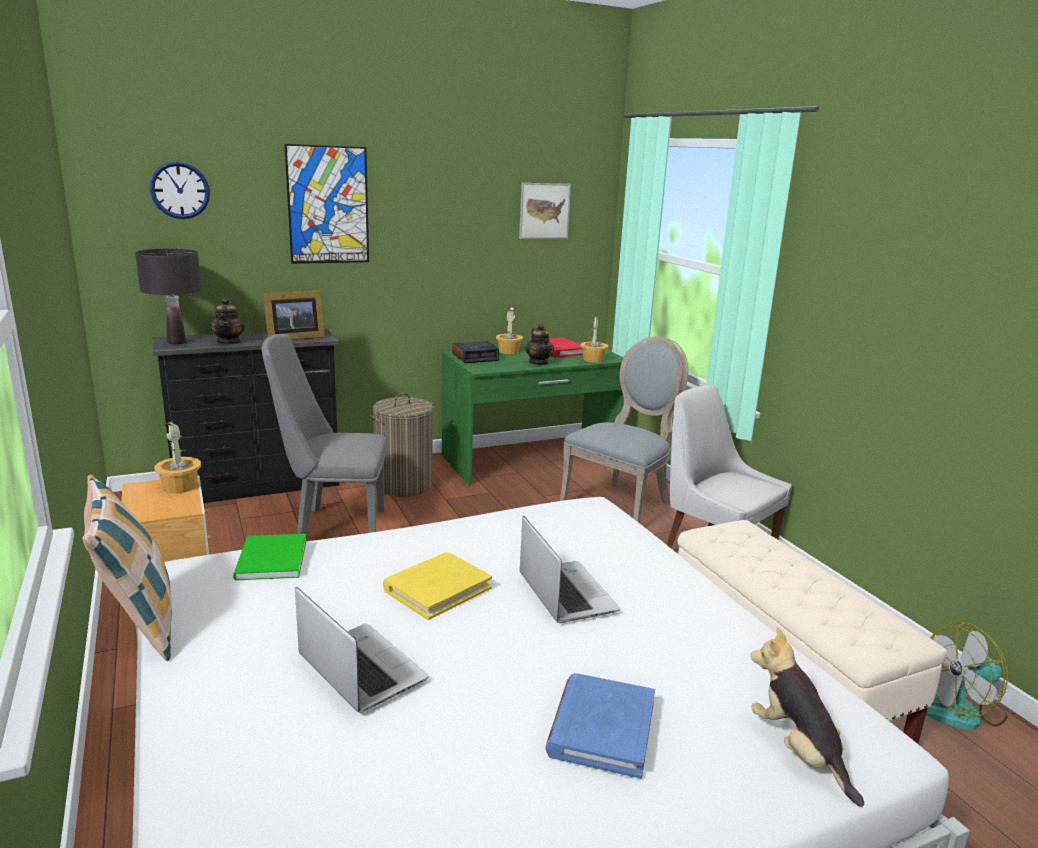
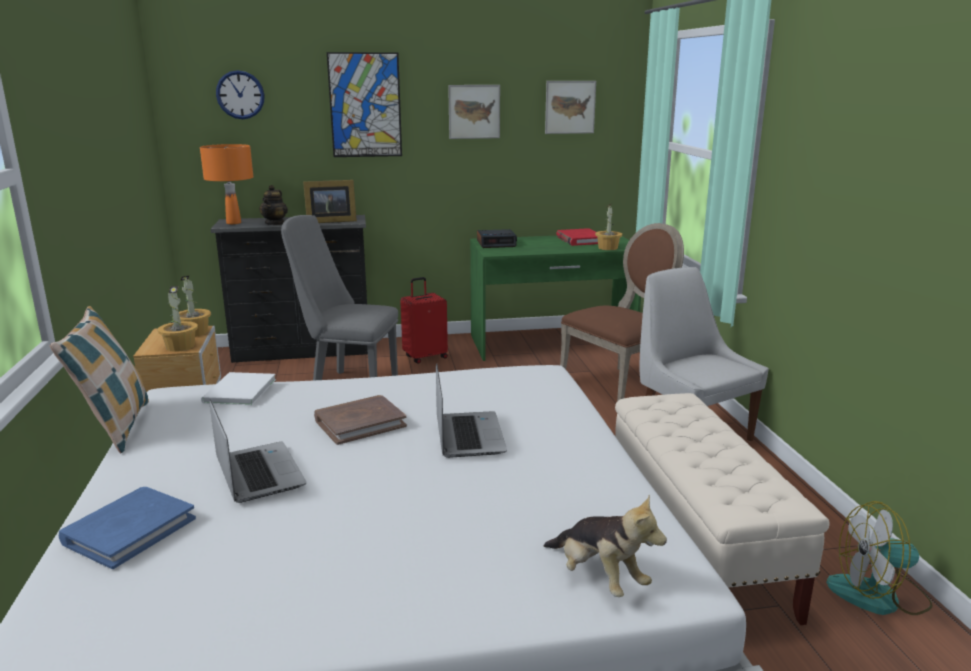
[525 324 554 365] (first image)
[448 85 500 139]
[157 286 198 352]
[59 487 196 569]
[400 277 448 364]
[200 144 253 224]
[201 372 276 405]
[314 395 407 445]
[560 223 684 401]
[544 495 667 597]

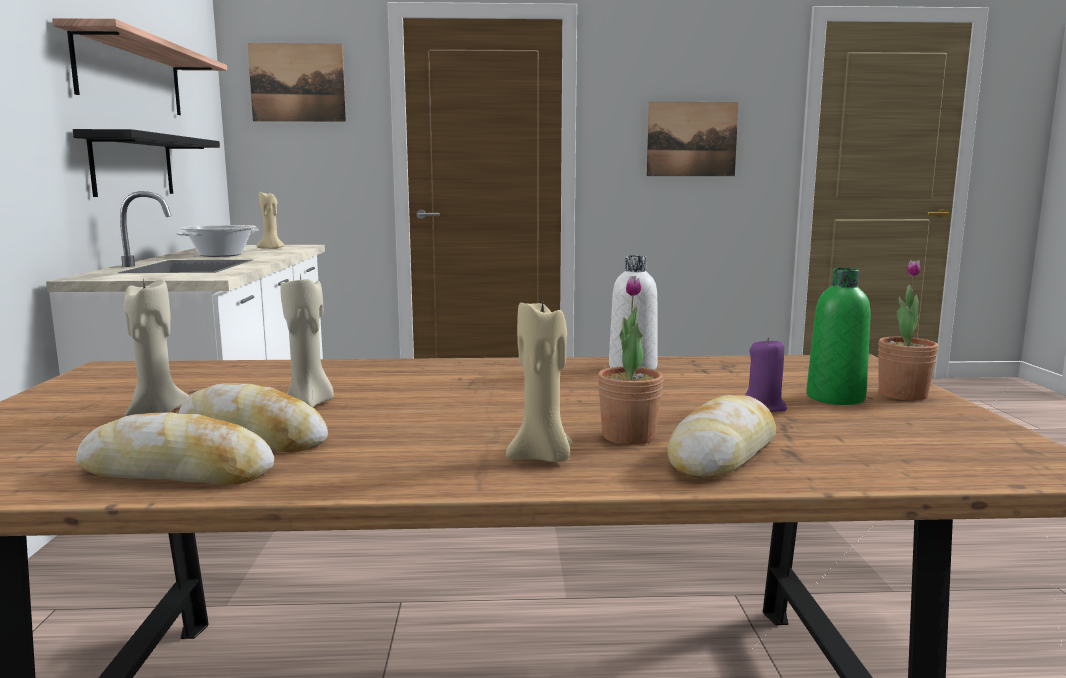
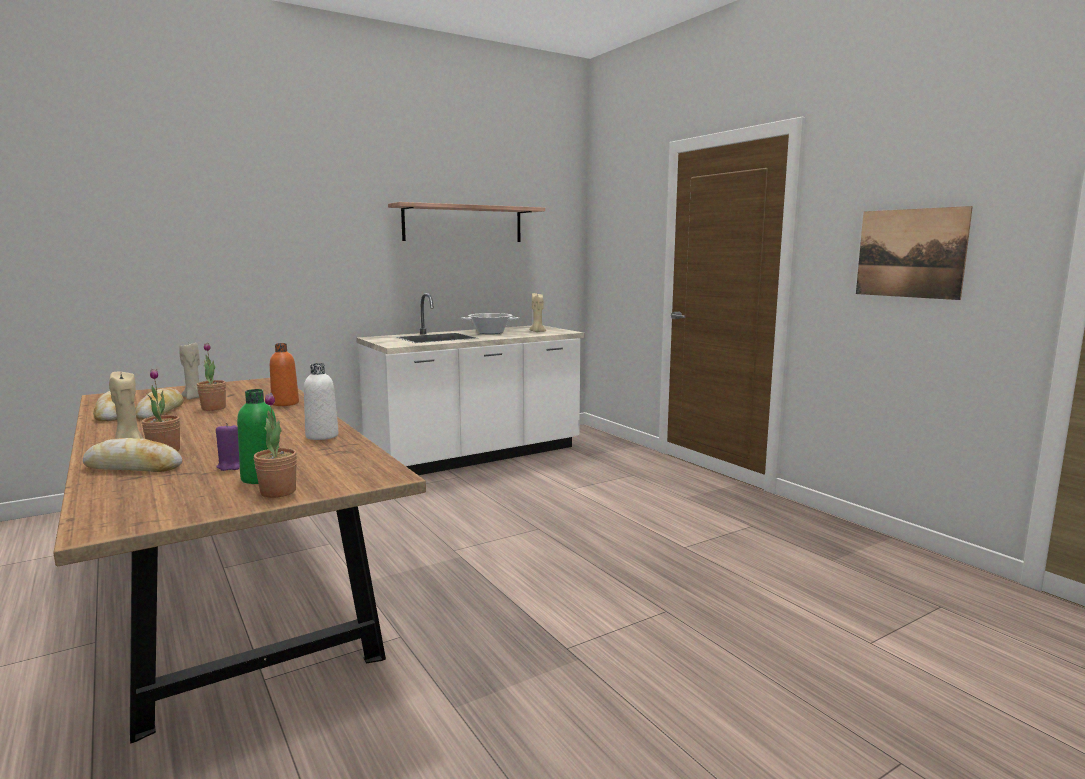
[73 129 220 197] (first image)
[247 43 346 122] (first image)
[270 343 299 406]
[197 343 226 411]

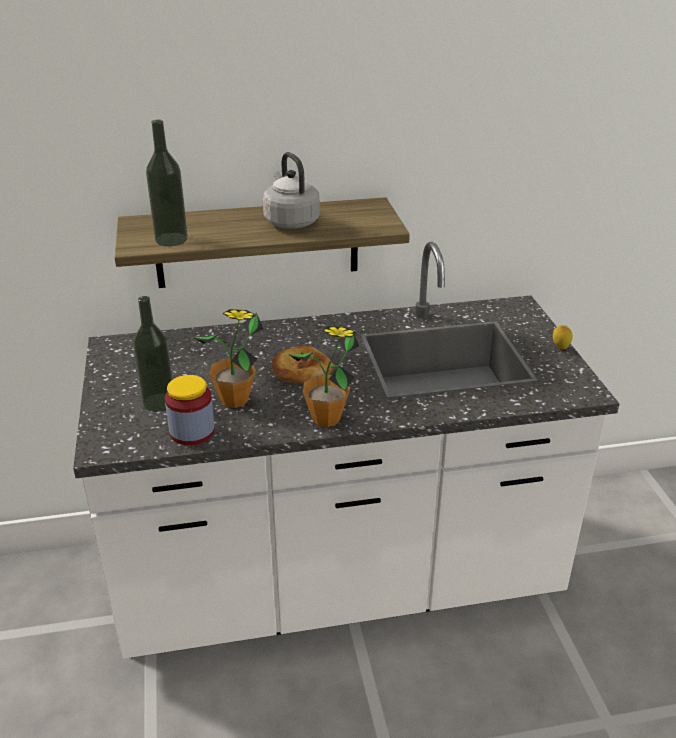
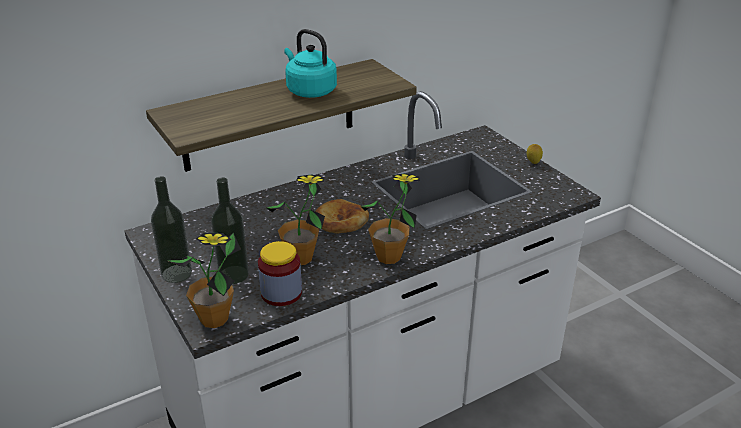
[167 232 241 328]
[151 176 192 283]
[284 29 337 98]

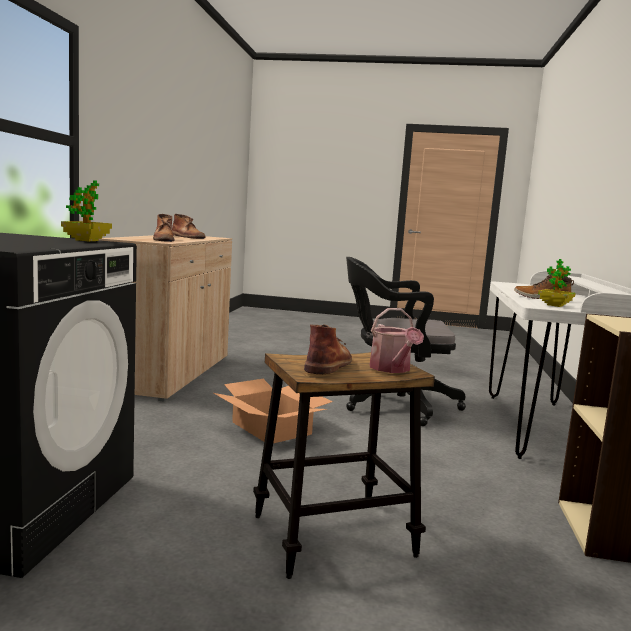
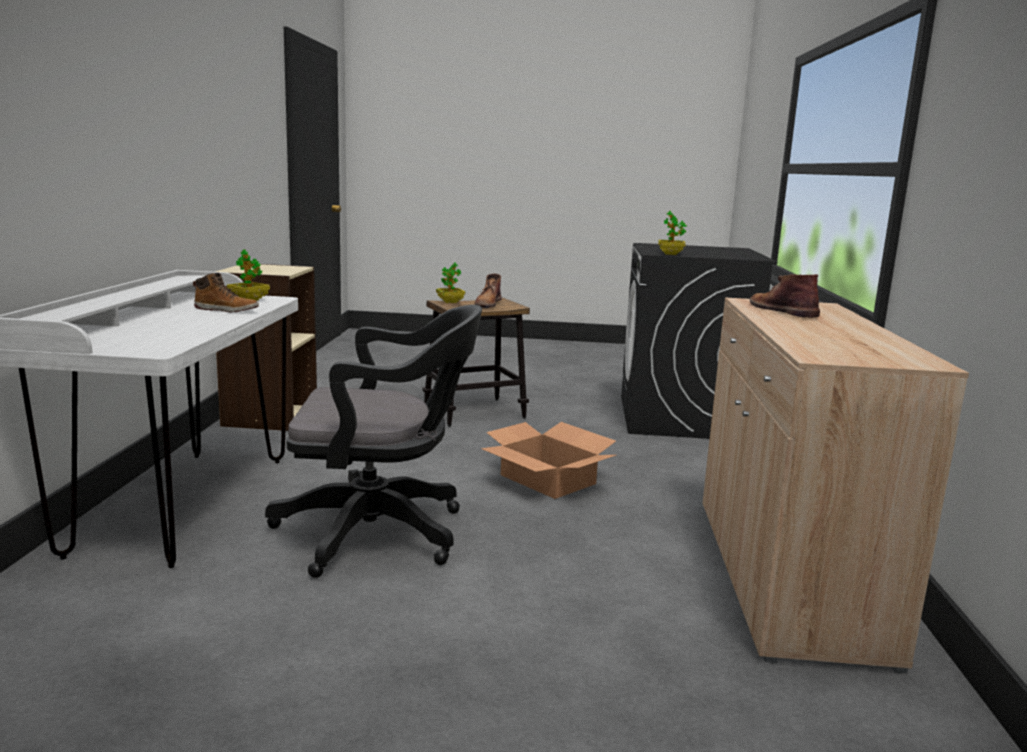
[172 214 206 239] (first image)
[436 263 465 303]

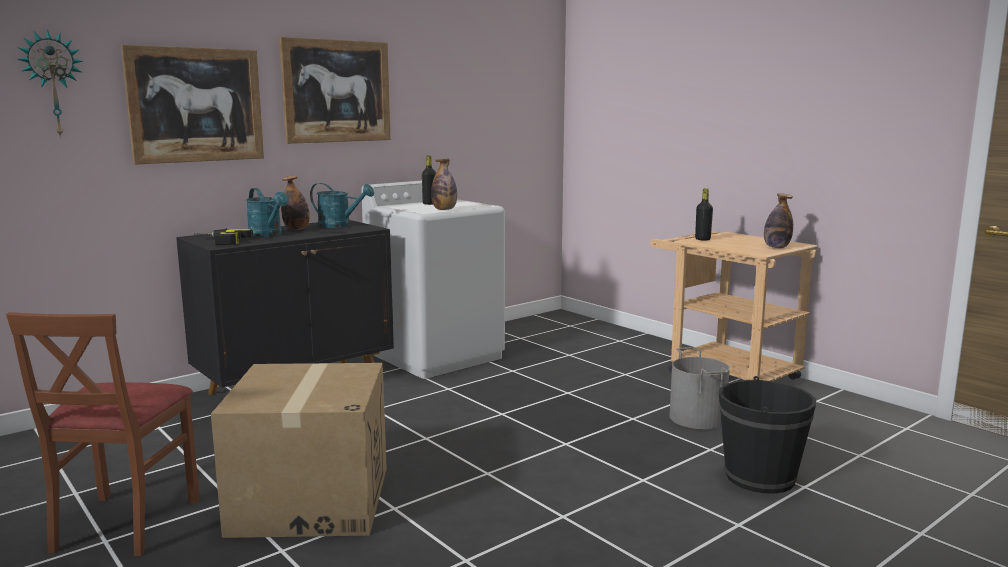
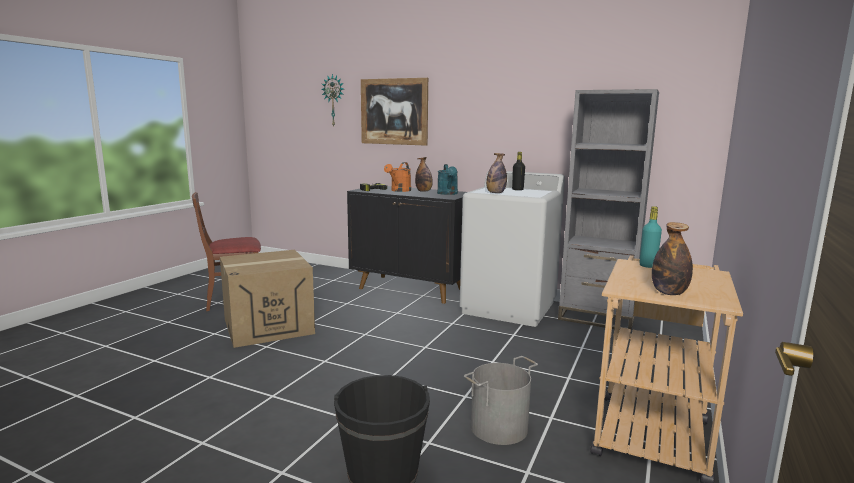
[279 37 391 144] (first image)
[558 89 659 330]
[384 162 411 192]
[639 206 662 268]

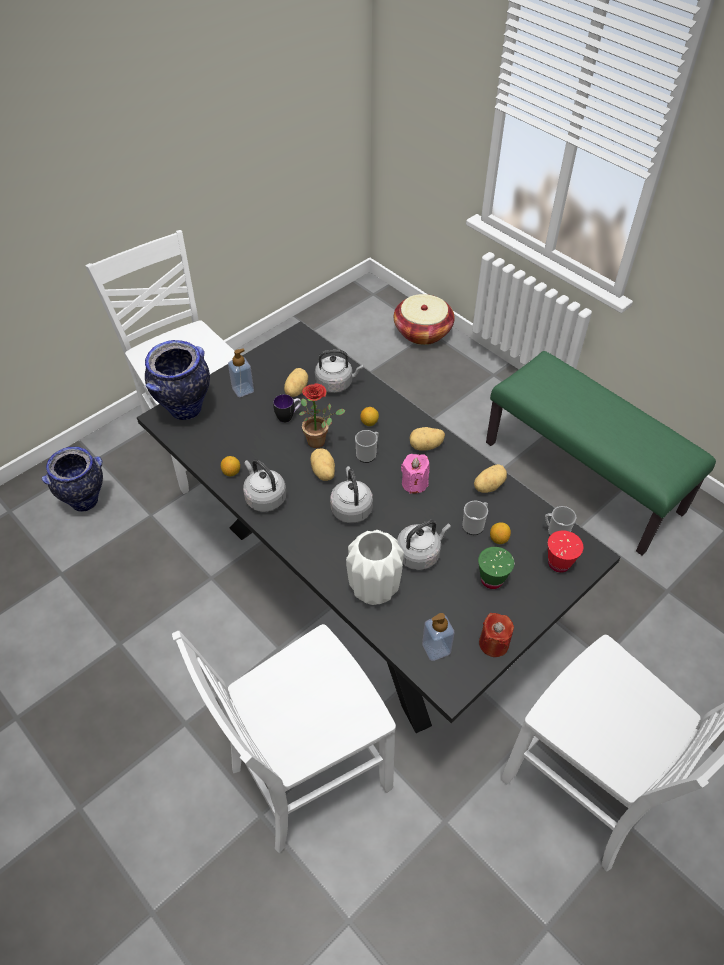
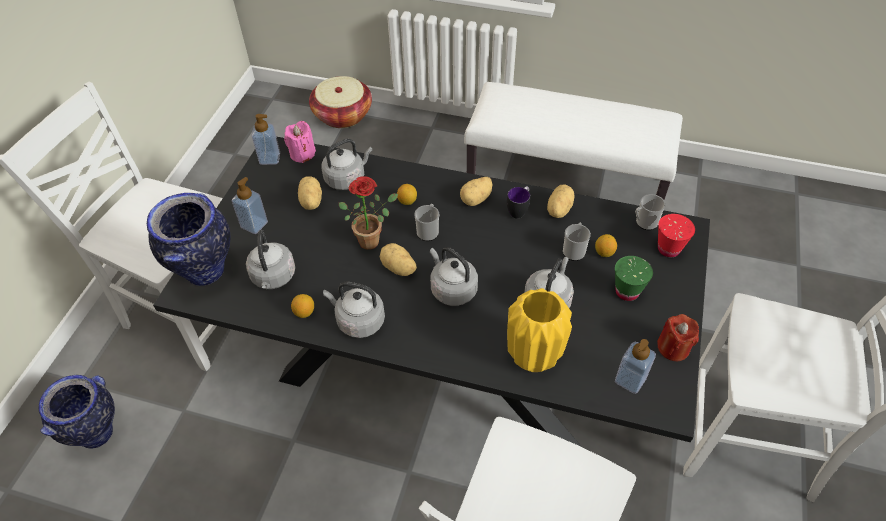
[246 230 295 289]
[252 114 280 165]
[507 186 530 219]
[284 121 316 163]
[507 288 572 372]
[464 82 683 200]

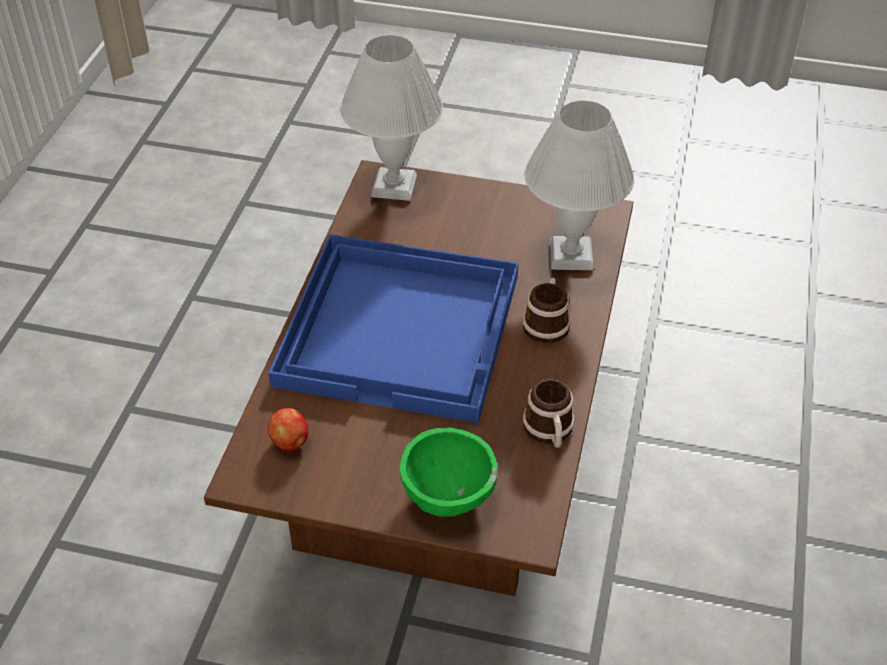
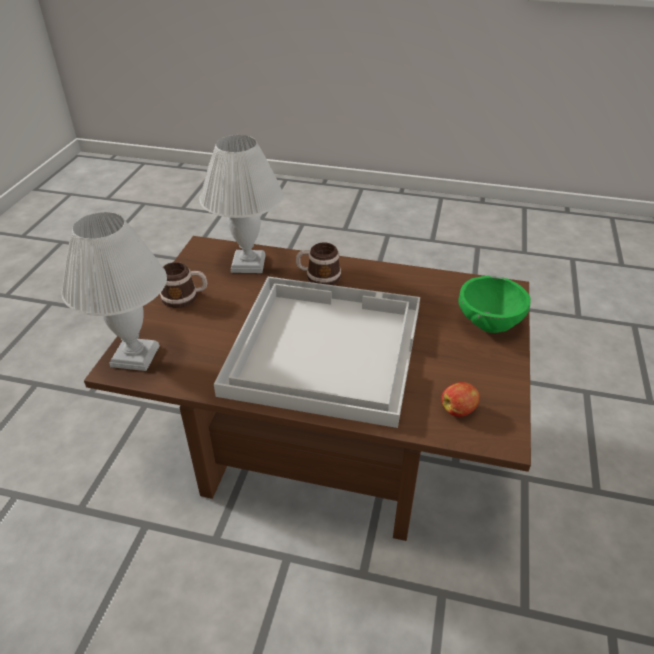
[160 262 207 308]
[214 277 420 428]

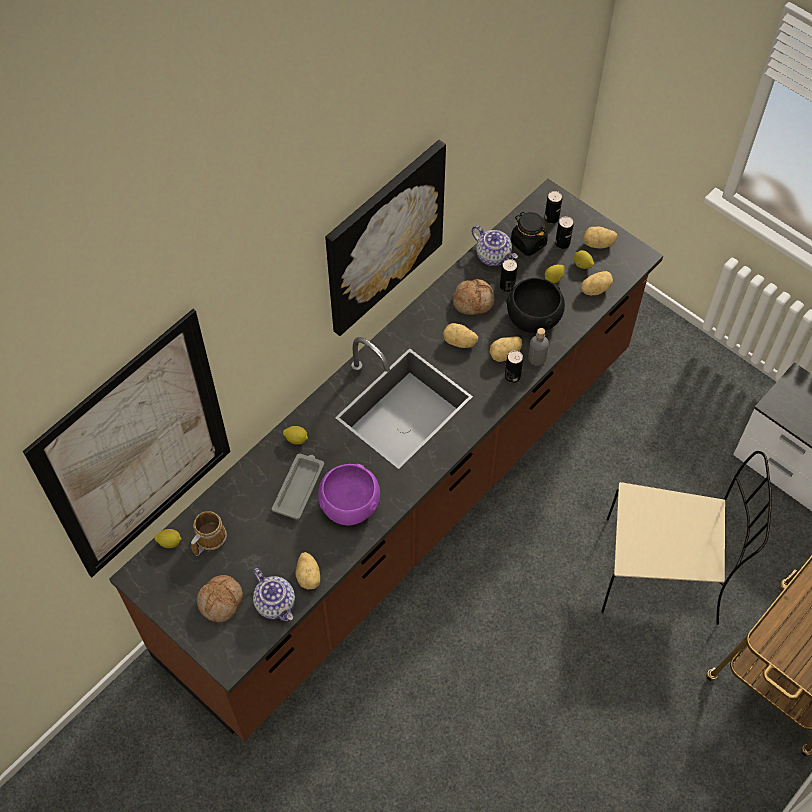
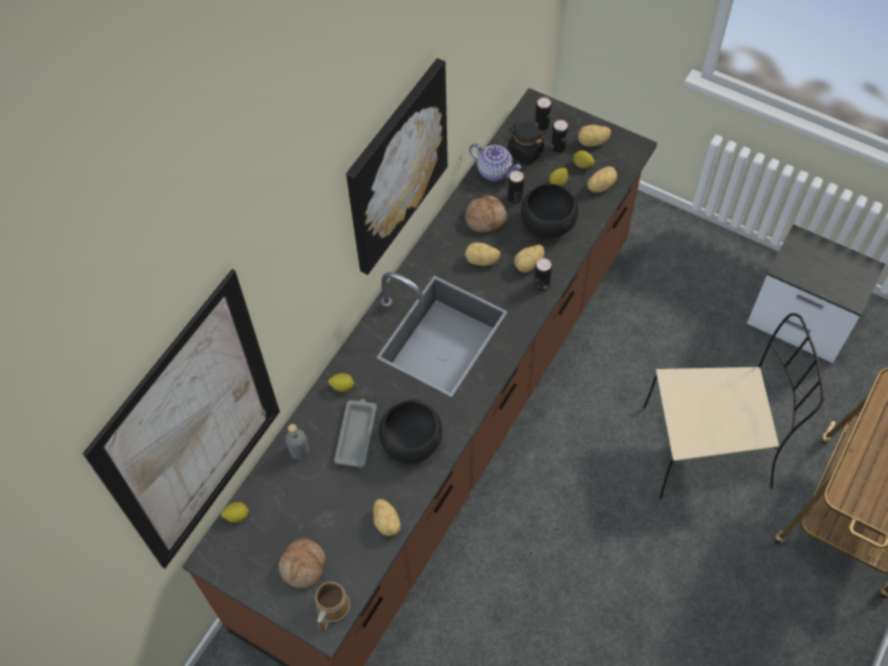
[253 568 295 621] (first image)
[315 582 350 631]
[285 424 310 460]
[379 399 442 464]

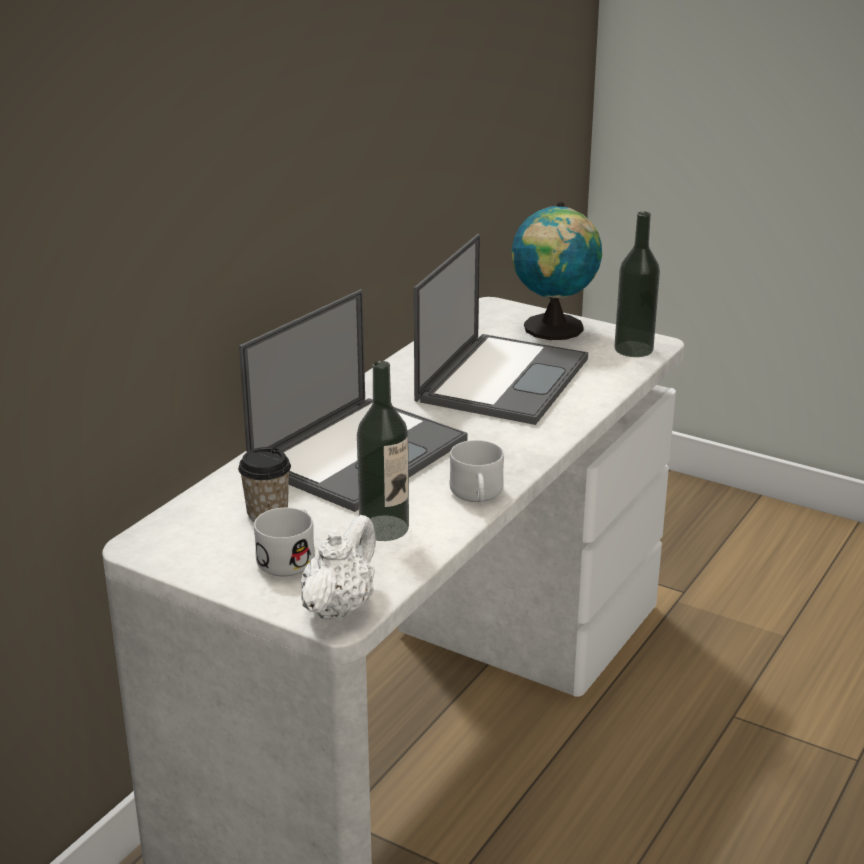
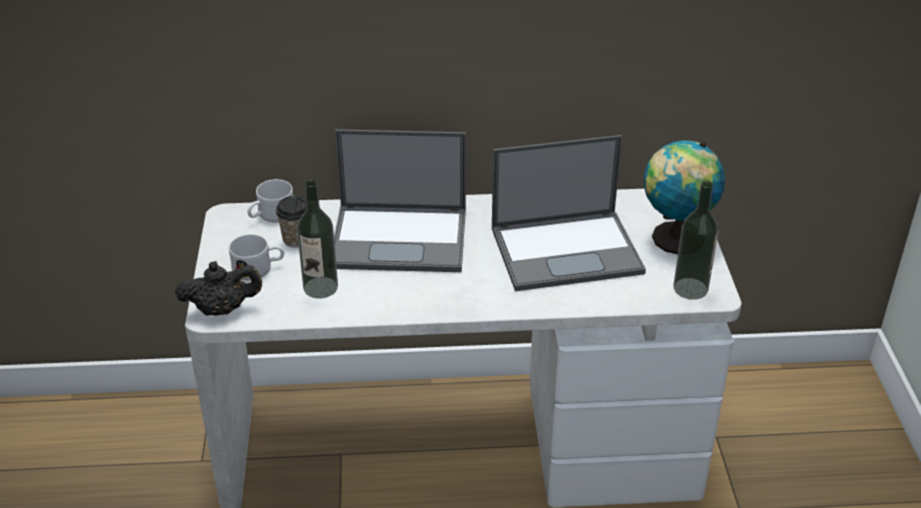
[247 179 293 222]
[175 261 262 316]

